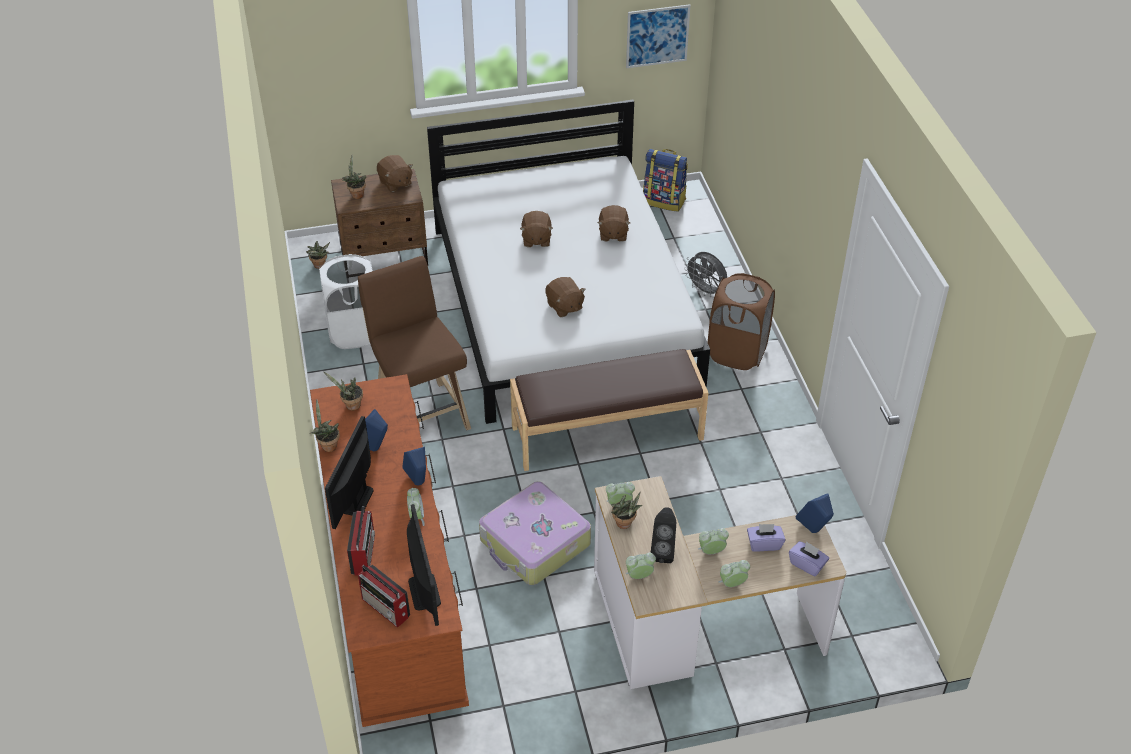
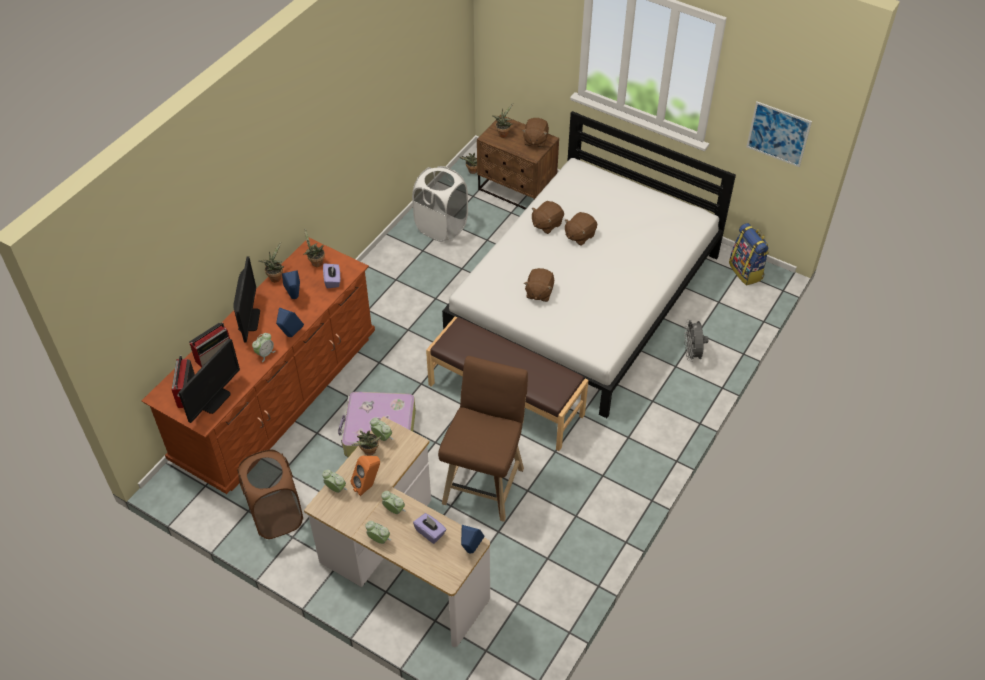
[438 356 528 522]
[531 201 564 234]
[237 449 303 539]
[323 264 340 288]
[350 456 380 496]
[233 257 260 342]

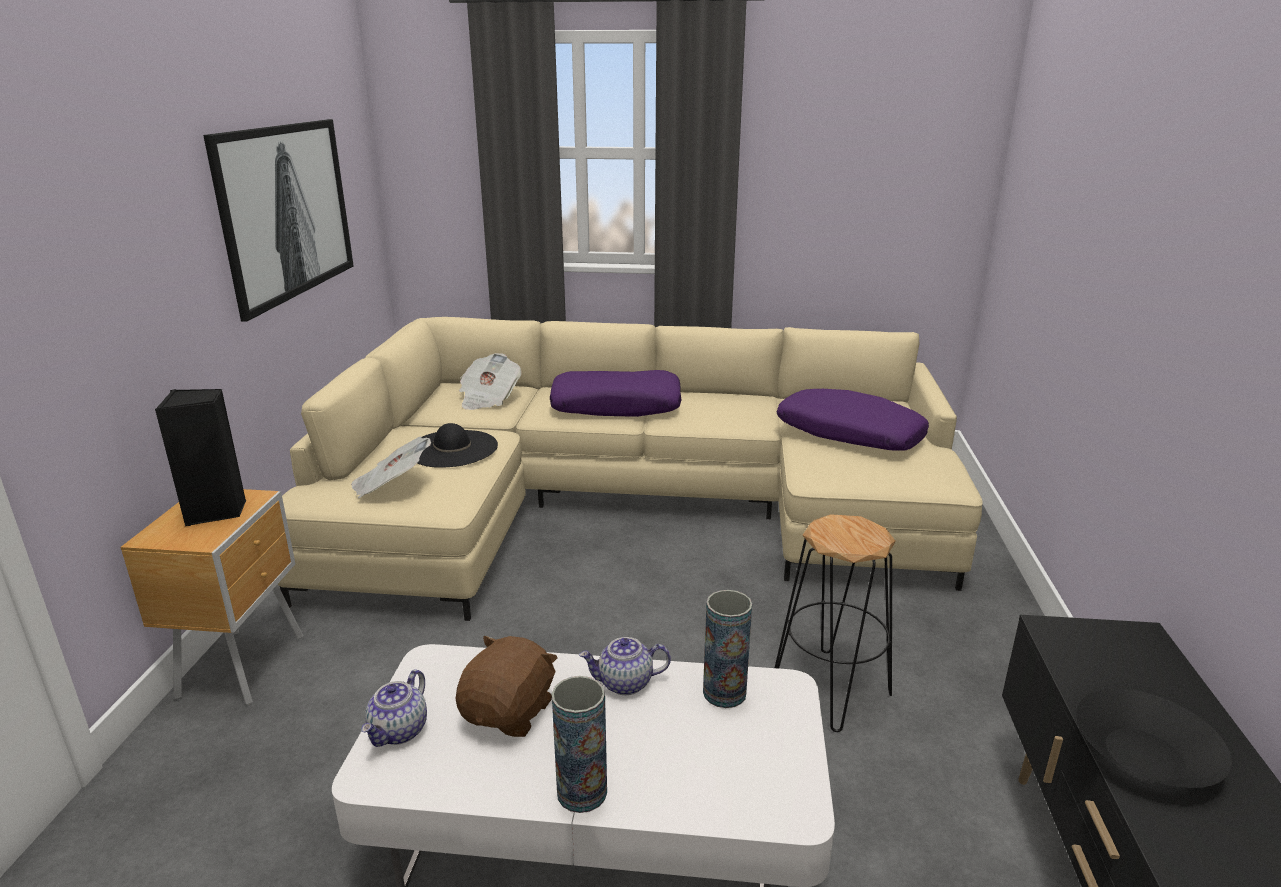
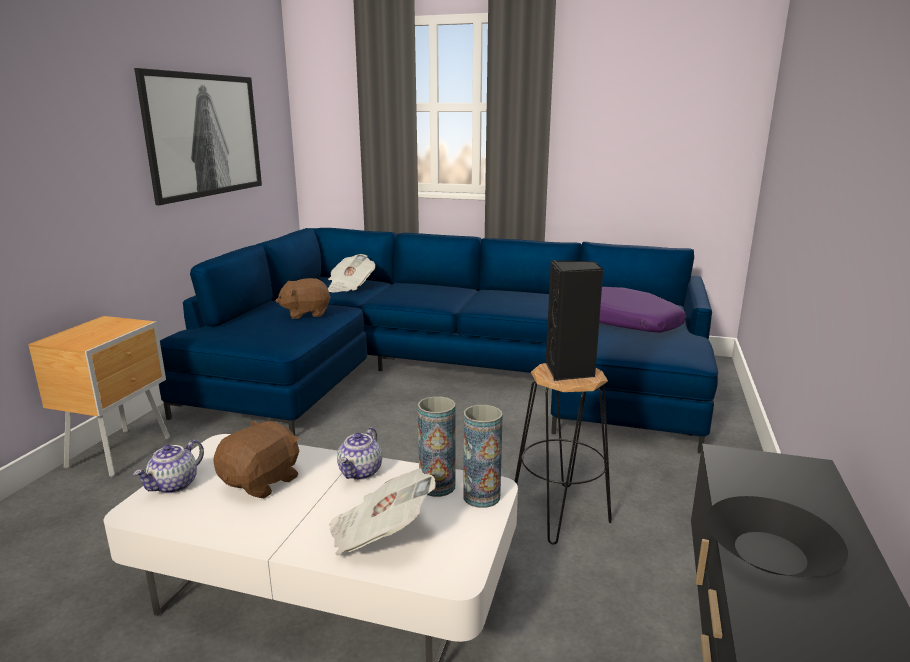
[550 370 682 417] (first image)
[546 260 603 381]
[329 469 436 556]
[463 405 503 508]
[276 278 331 319]
[159 228 718 453]
[337 427 382 480]

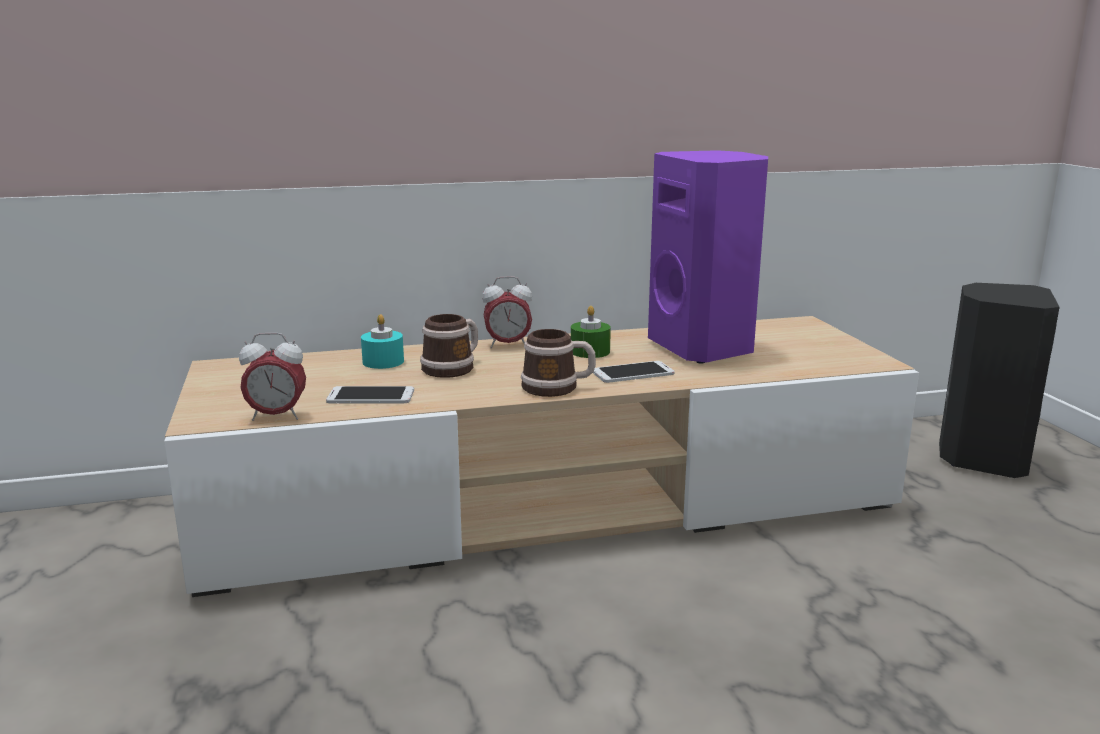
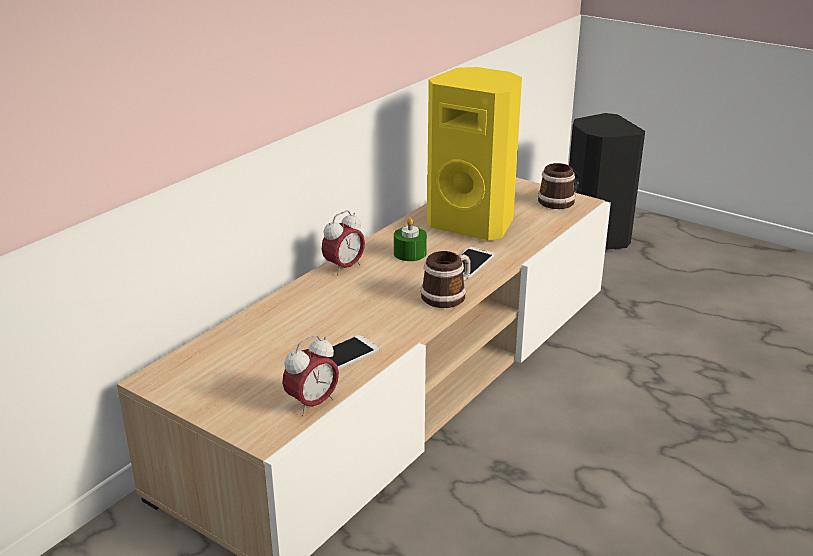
[361 314 404 369] (first image)
[538 163 576 209]
[427 67 522 240]

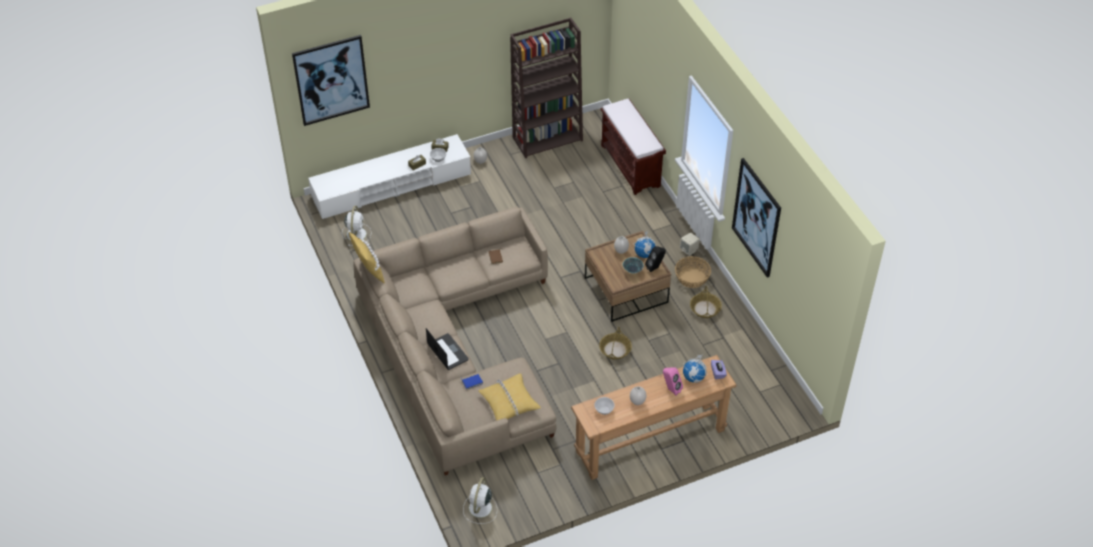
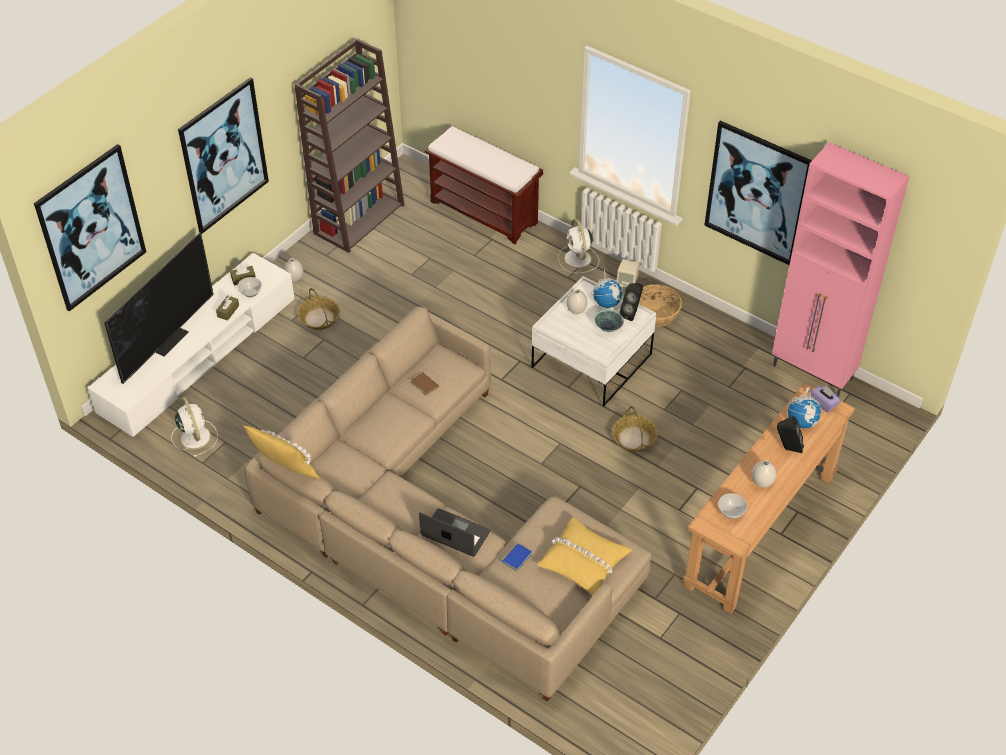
[104 232 214 384]
[178 77 269 234]
[772 142 910 398]
[558 219 599 273]
[298 288 340 330]
[532 276 657 406]
[777 416 804 453]

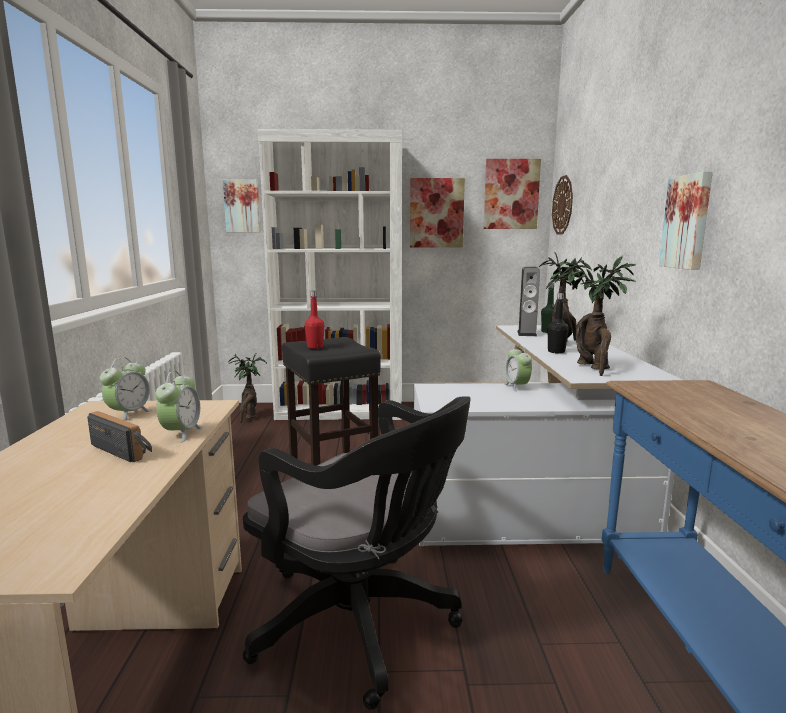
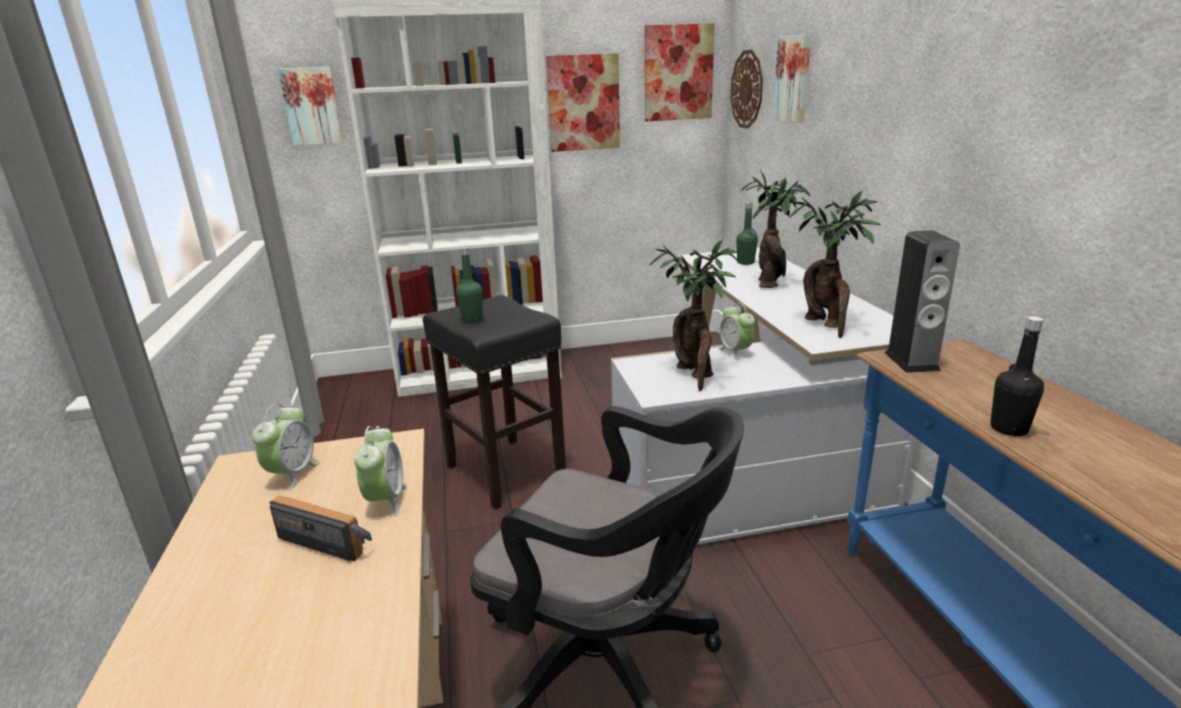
[650 240 738 391]
[884 230 960 373]
[990 316 1044 436]
[773 34 811 123]
[456 247 483 323]

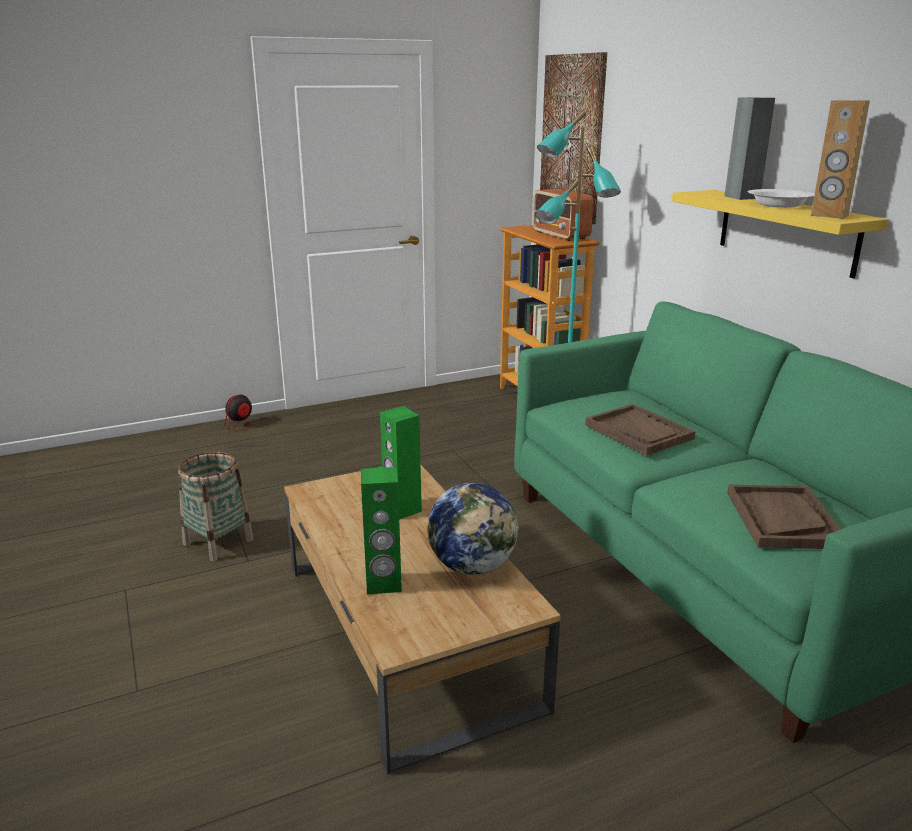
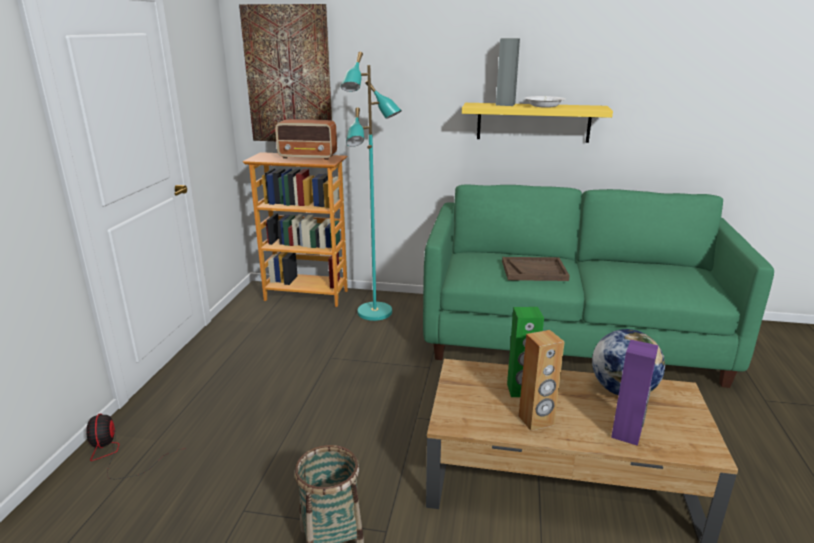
[727 485 841 549] (first image)
[519 330 565 431]
[611 340 658 446]

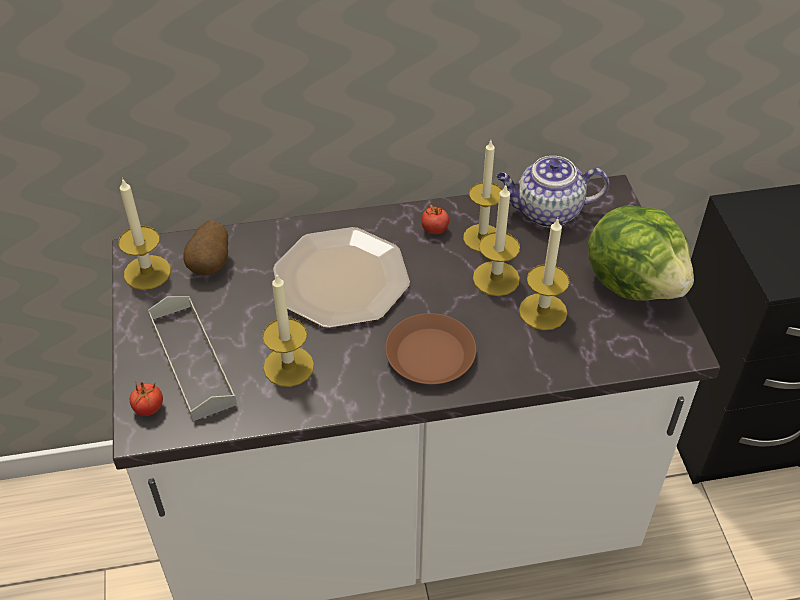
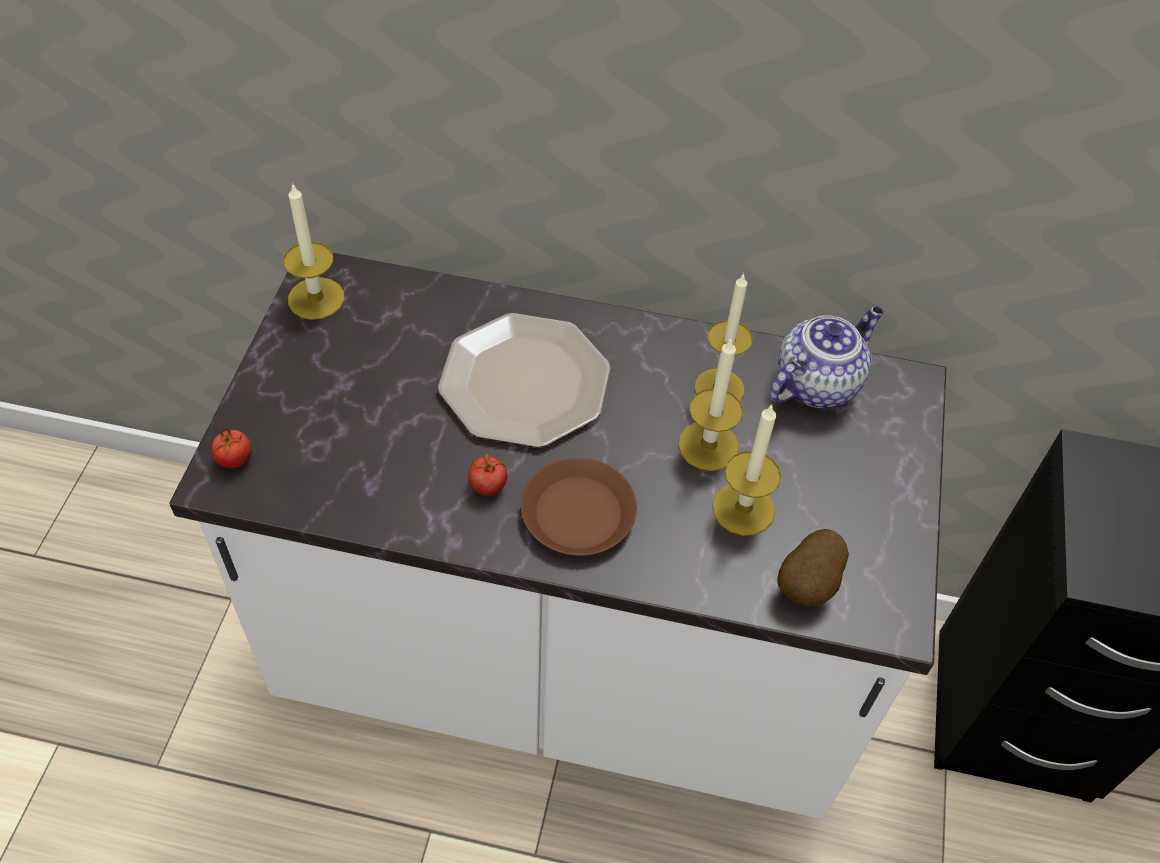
[148 296 237 421] (first image)
[262 275 314 387] (first image)
[588 205 694 300] (first image)
[777 529 849 606]
[468 453 507 496]
[769 306 883 408]

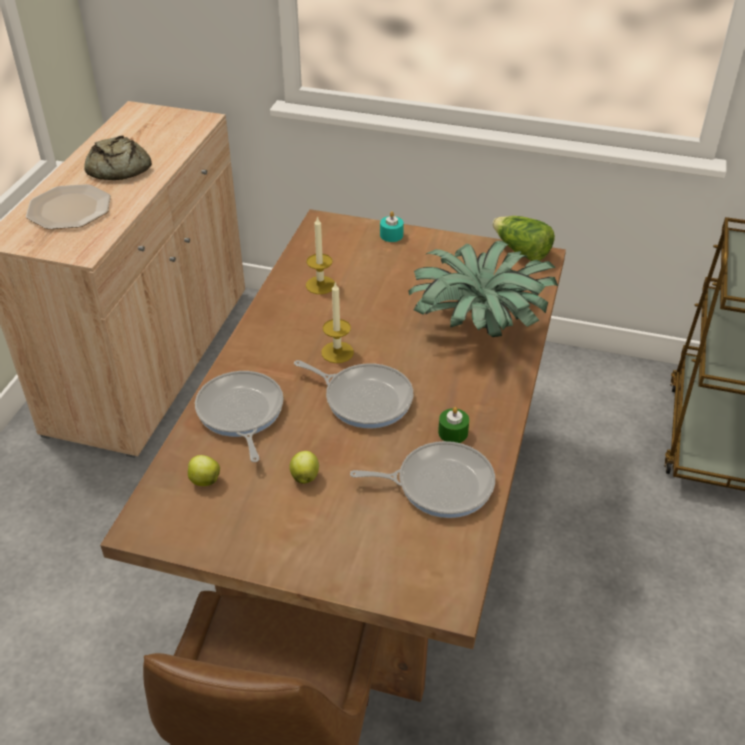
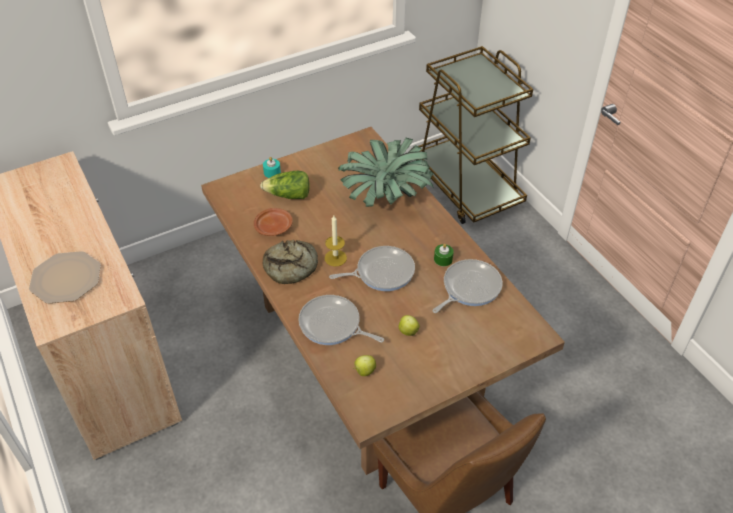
[263 240 318 284]
[260 171 310 199]
[254 208 293 236]

